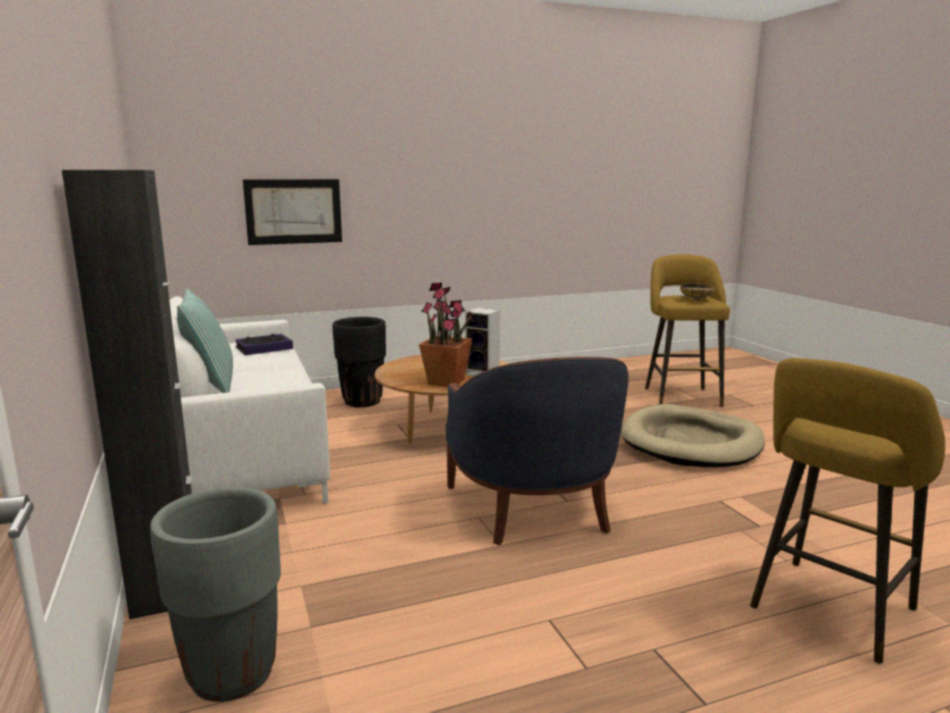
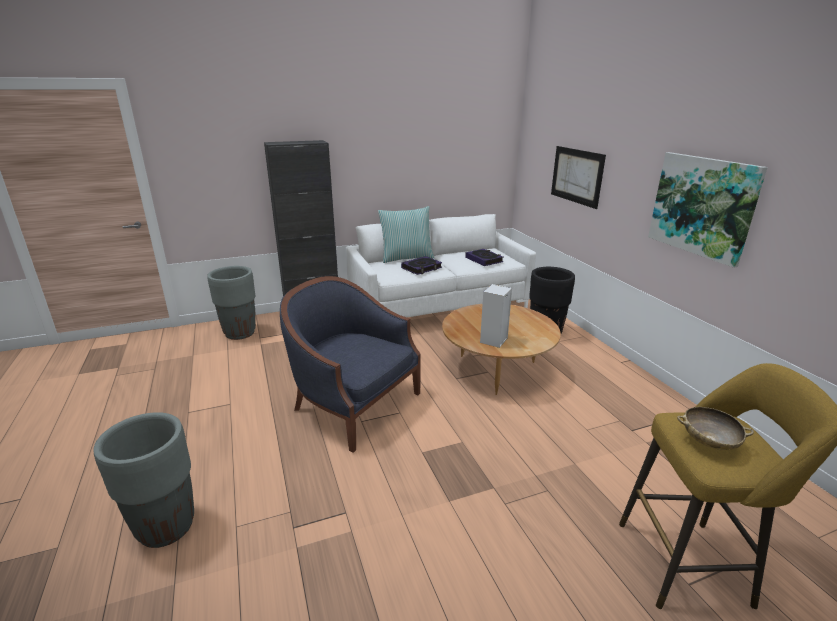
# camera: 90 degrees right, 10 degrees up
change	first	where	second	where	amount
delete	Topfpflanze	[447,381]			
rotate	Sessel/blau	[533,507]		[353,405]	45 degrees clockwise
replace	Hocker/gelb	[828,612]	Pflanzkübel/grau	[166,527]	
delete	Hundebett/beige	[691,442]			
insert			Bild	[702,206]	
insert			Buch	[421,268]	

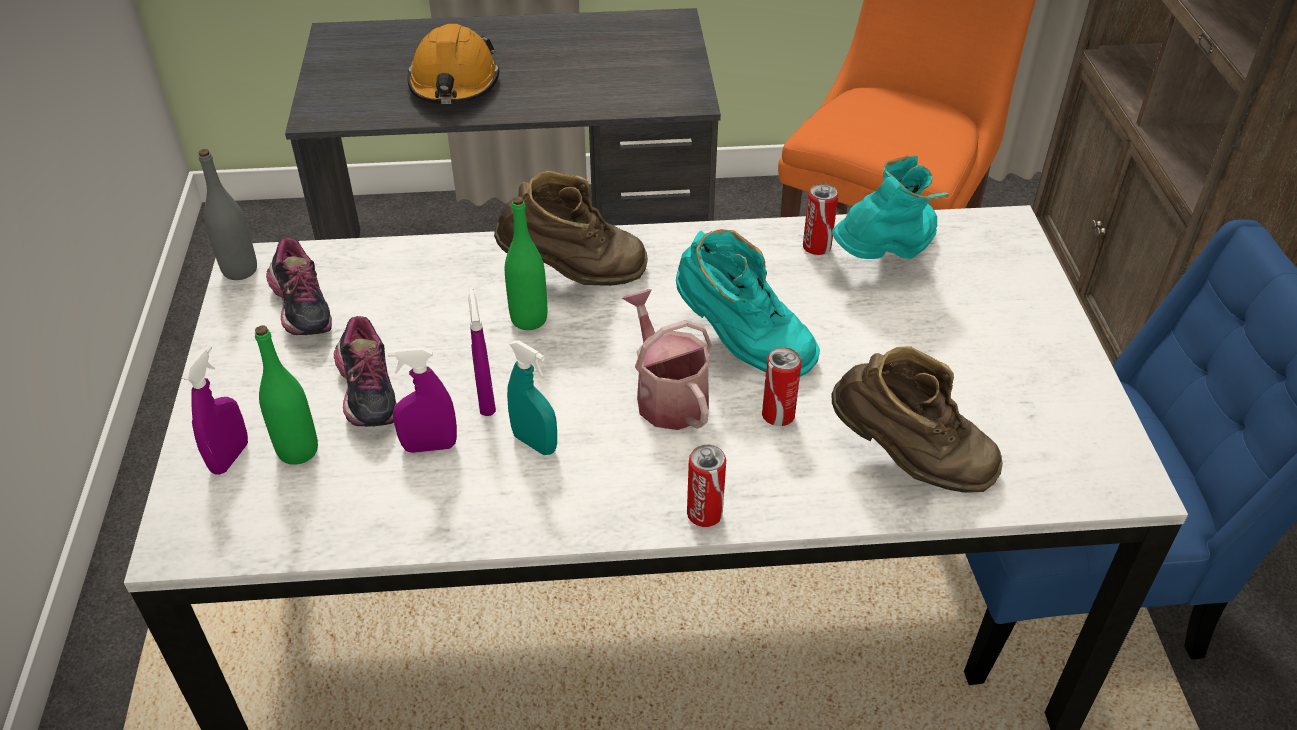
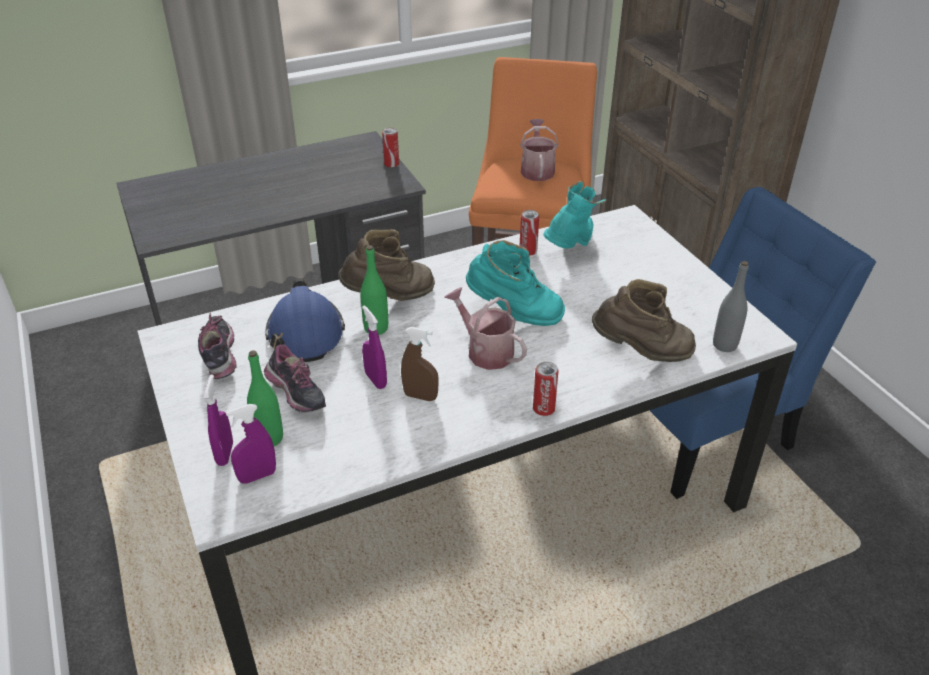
# camera: 20 degrees left, 5 degrees down
change	first	where	second	where	amount
delete	Schutzhelm/orange	[454,84]			
move	Flasche/grau	[240,270]		[724,345]	
rotate	Schuh	[301,311]		[221,357]	150 degrees counterclockwise
recolor	Sprühflasche/türkis	[535,443]	Sprühflasche/braun	[420,396]	
move	Sprühflasche/lila	[429,446]		[257,476]	
move	Dose	[778,415]		[391,164]	
insert			Gießkanne	[537,170]	
insert			Schutzhelm/blau	[305,333]	

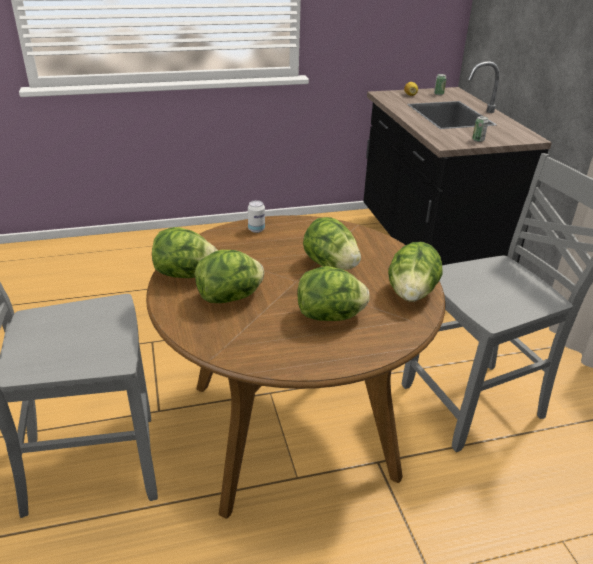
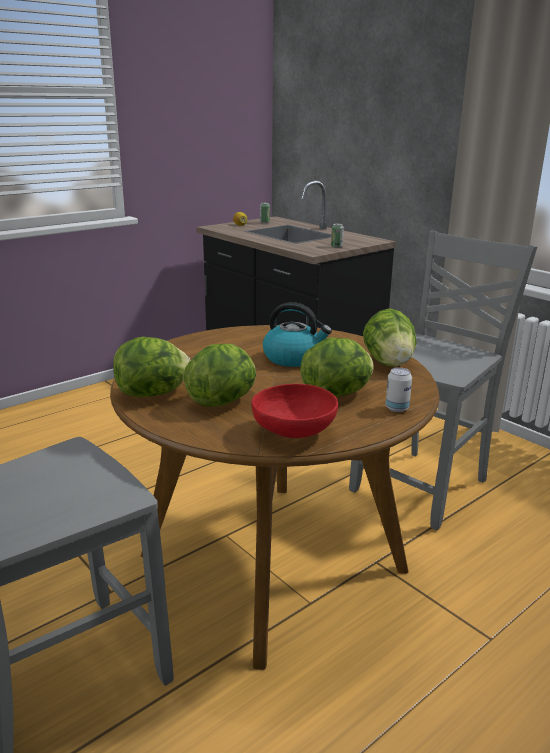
# camera: 25 degrees left, 10 degrees down
change	first	where	second	where	amount
move	Dose	[256,229]		[397,408]	
replace	Salatkopf	[330,265]	Wasserkessel	[294,358]	
insert			Schüssel/rot	[294,433]	

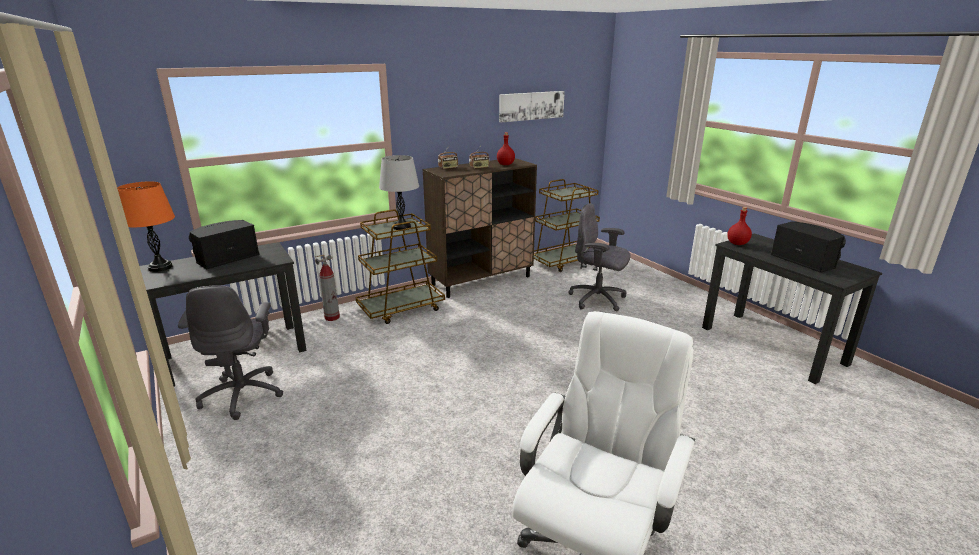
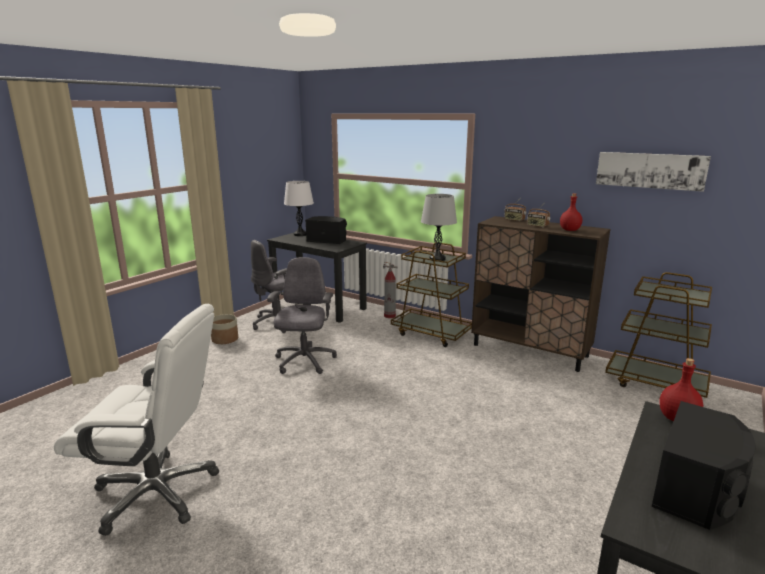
# camera: 65 degrees right, 5 degrees down
change	first	where	second	where	amount
recolor	Tischlampe/orange	[160,267]	Tischlampe/weiß	[300,234]	
move	Bürostuhl/grau	[598,300]		[304,362]	
insert			Pflanzkübel	[225,339]	

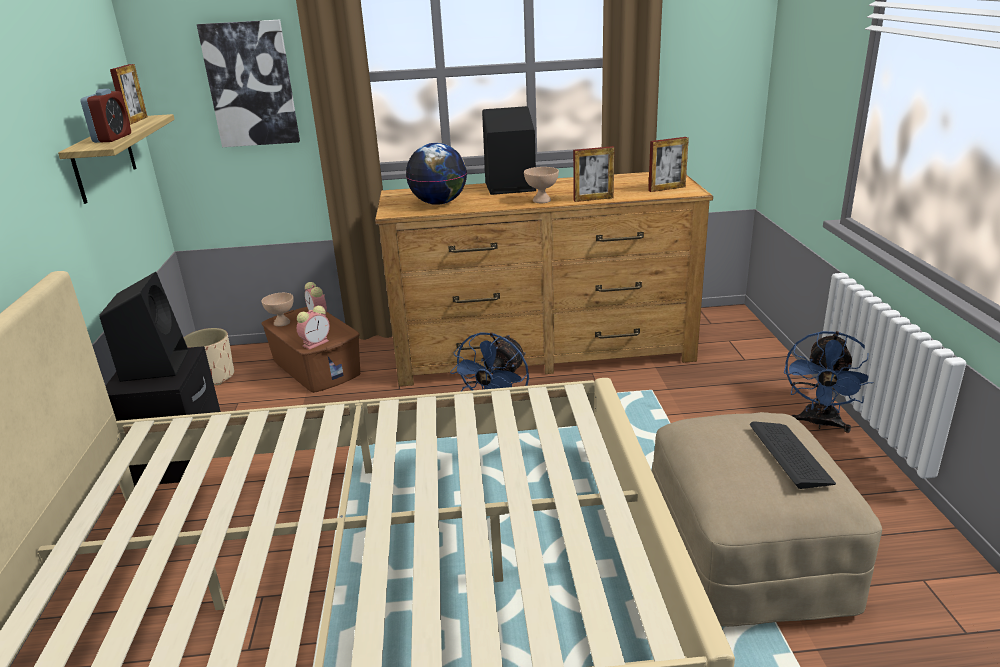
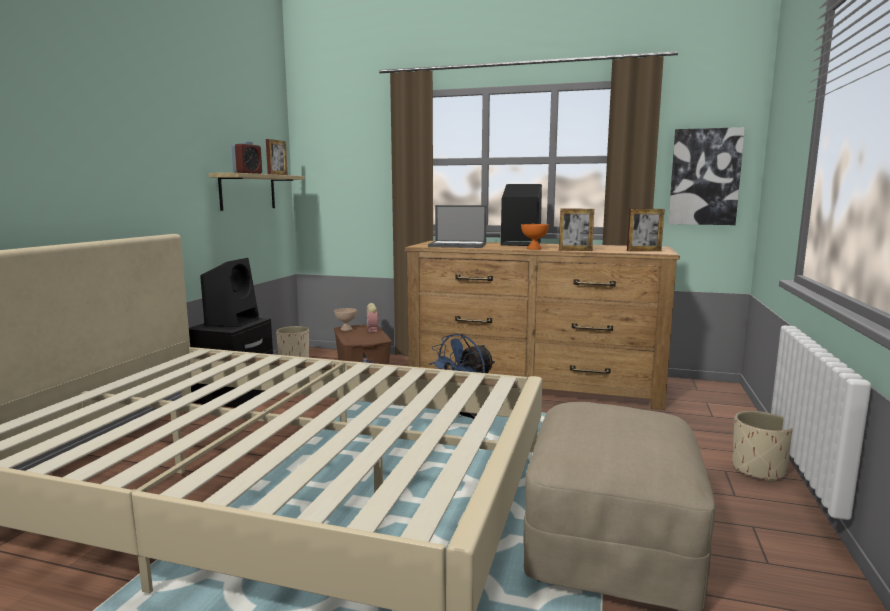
# camera: 20 degrees right, 15 degrees down
change	first	where	second	where	amount
move	Bild	[251,84]		[704,177]	
replace	Globus	[439,203]	Laptop	[458,245]	
recolor	Schüssel/beige	[541,200]	Schüssel/orange	[534,248]	
delete	Wecker	[316,343]			
replace	Ventilator/blau	[820,424]	Pflanzkübel/beige	[759,470]	
delete	Tastatur	[790,455]			

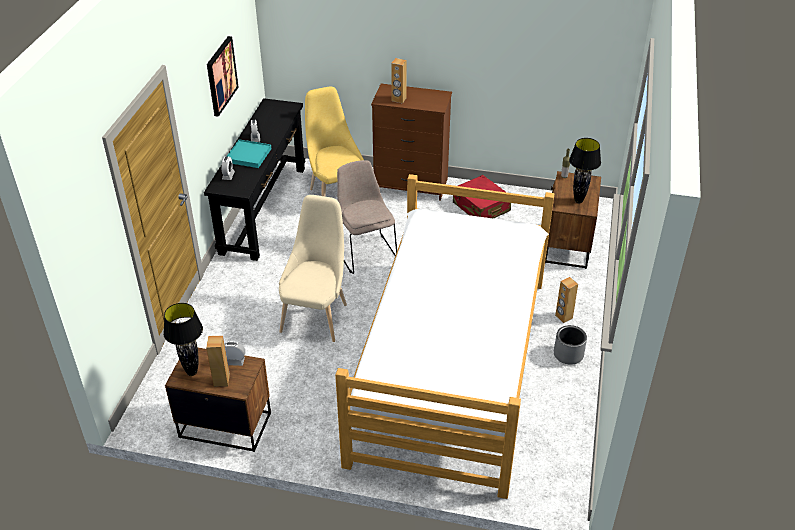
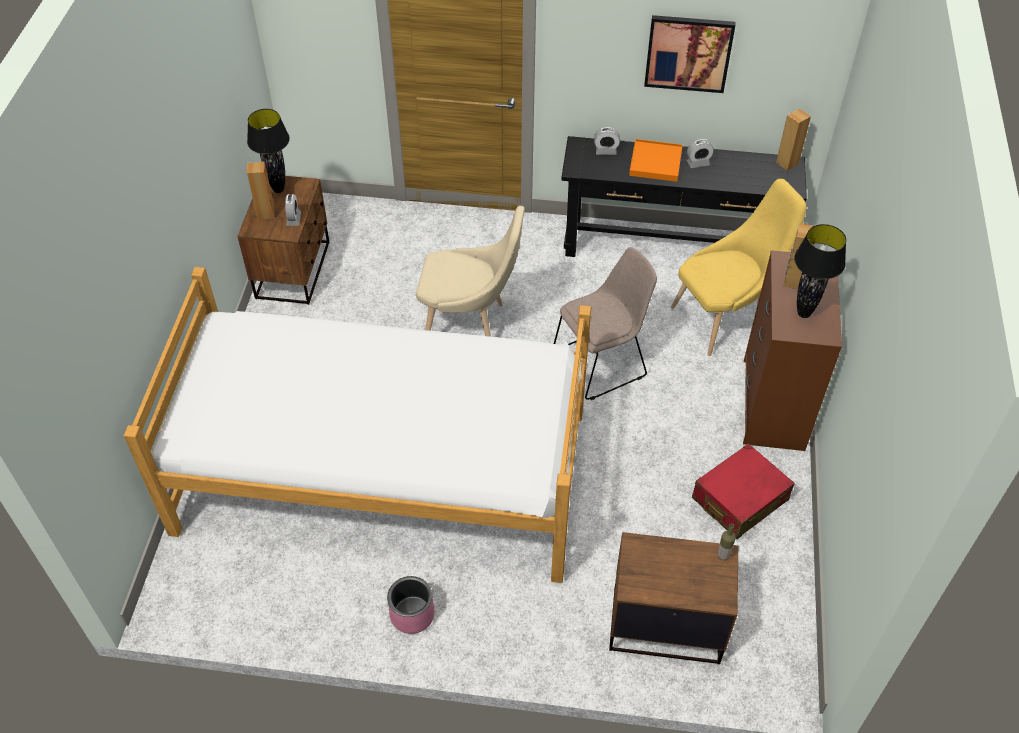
# camera: 85 degrees right, 10 degrees up
change	first	where	second	where	amount
move	Tischlampe/schwarz	[578,201]		[804,313]	
recolor	Tablett/türkis	[248,155]	Tablett/orange	[655,163]	
move	Lautsprecher/braun	[563,317]		[787,163]	
recolor	Pflanzkübel/grau	[568,354]	Pflanzkübel/rosa	[412,614]	

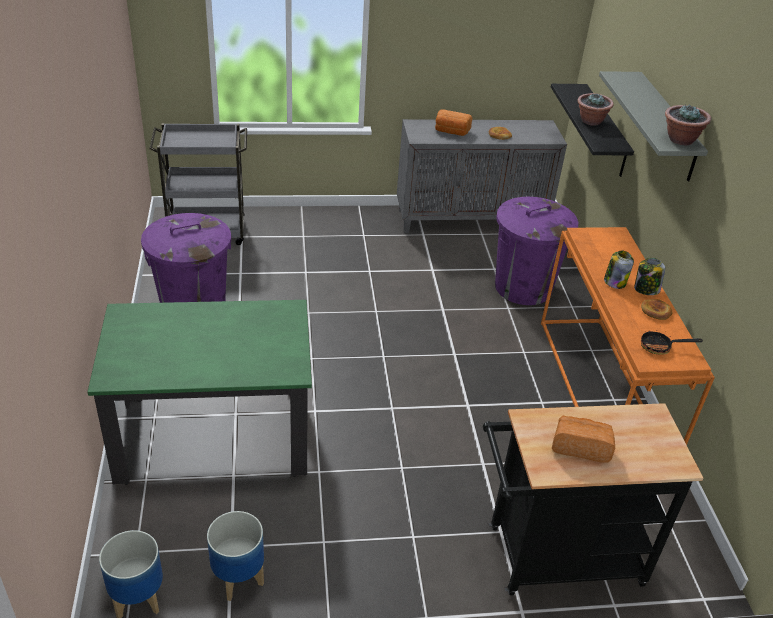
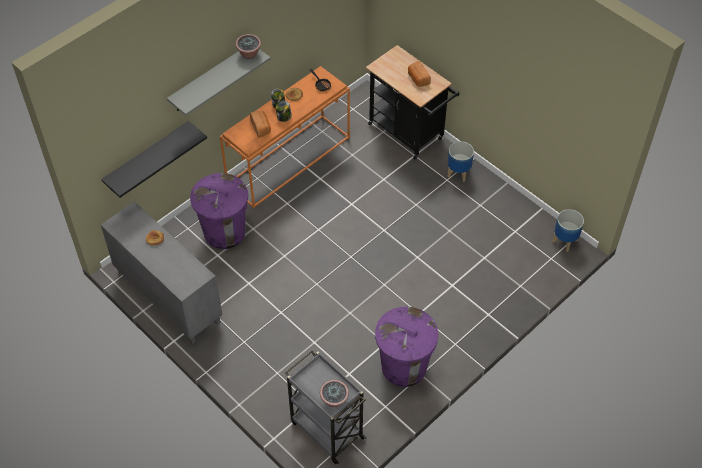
# camera: 125 degrees left, 15 degrees up
change	first	where	second	where	amount
move	Topfpflanze	[591,121]		[334,400]	
move	Brot	[451,132]		[261,128]	
delete	Esstisch/grün	[214,436]			
move	Pflanzkübel	[237,578]		[459,173]	

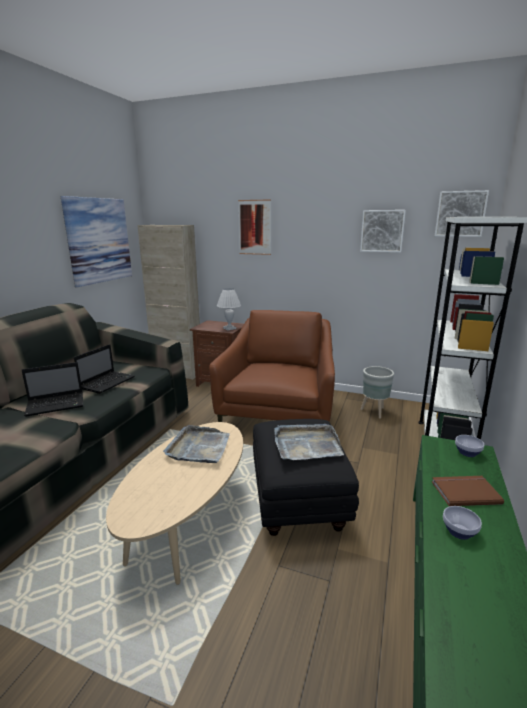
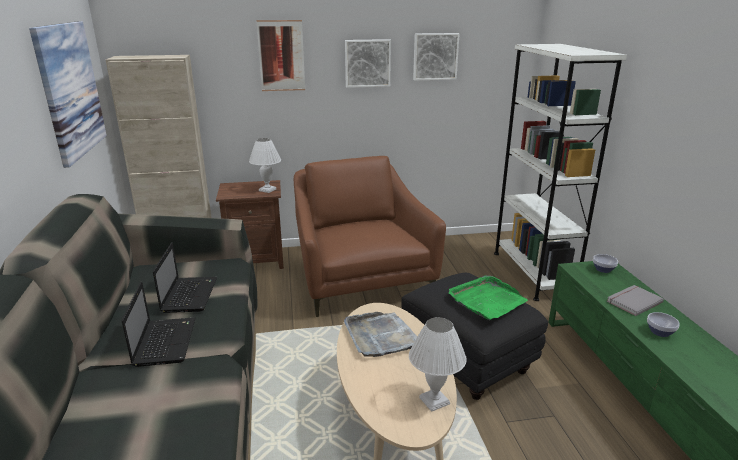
# camera: 30 degrees left, 5 degrees up
change	first	where	second	where	amount
move	Bild	[460,214]		[367,63]	
rotate	Laptop	[57,404]		[165,341]	45 degrees counterclockwise
delete	Pflanzkübel/grau	[375,412]			
recolor	Tablett/grau	[306,444]	Tablett/grün	[487,300]	
recolor	Buch/braun	[464,491]	Buch/grau	[632,301]	
insert			Tischlampe/weiß	[434,401]	

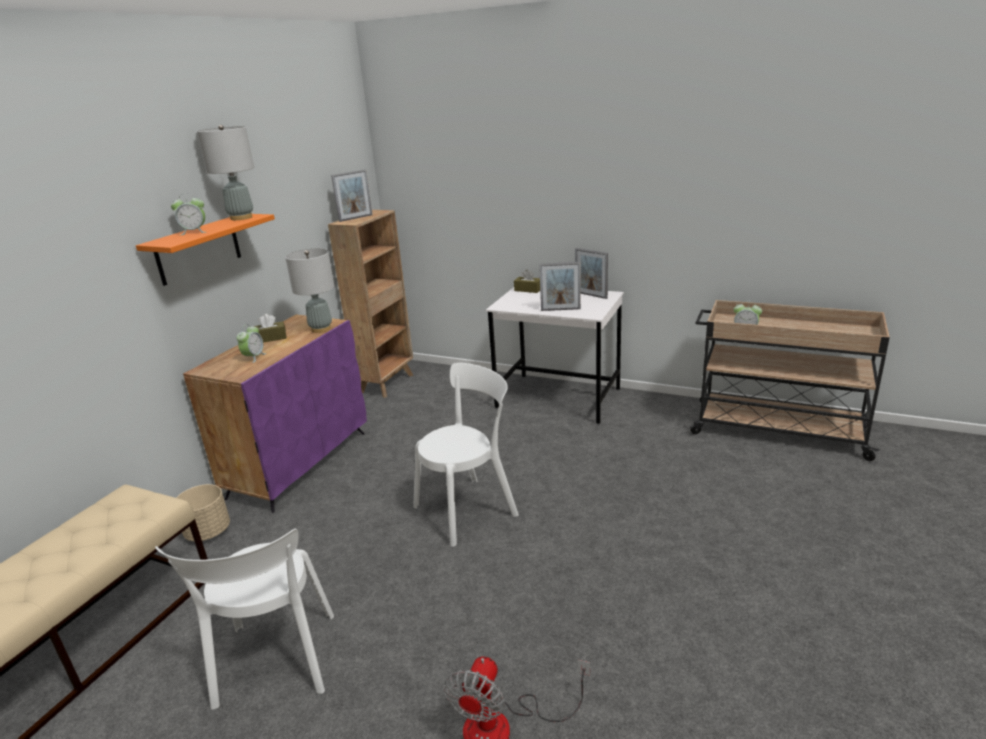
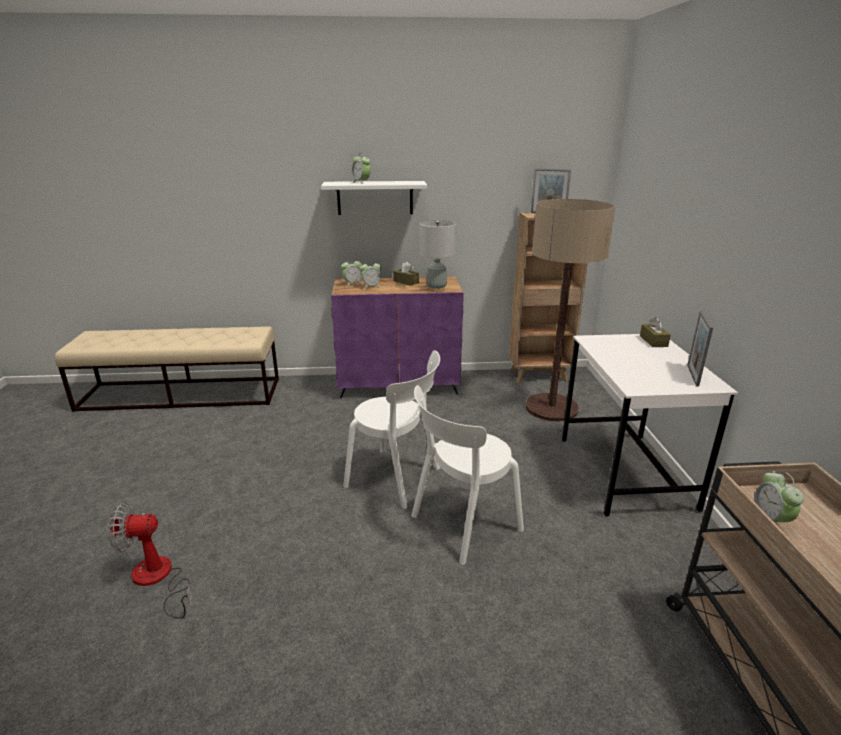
# camera: 60 degrees right, 0 degrees up
change	first	where	second	where	amount
delete	Tischlampe/grau	[241,218]			
recolor	Wandregal/orange	[198,249]	Wandregal/weiß	[375,198]	
delete	Bilderrahmen	[560,309]			
delete	Pflanzkübel/beige	[207,532]			
move	Stuhl/weiß	[275,664]		[462,524]	
insert			Stehlampe	[551,408]	
insert			Wecker	[352,284]	

